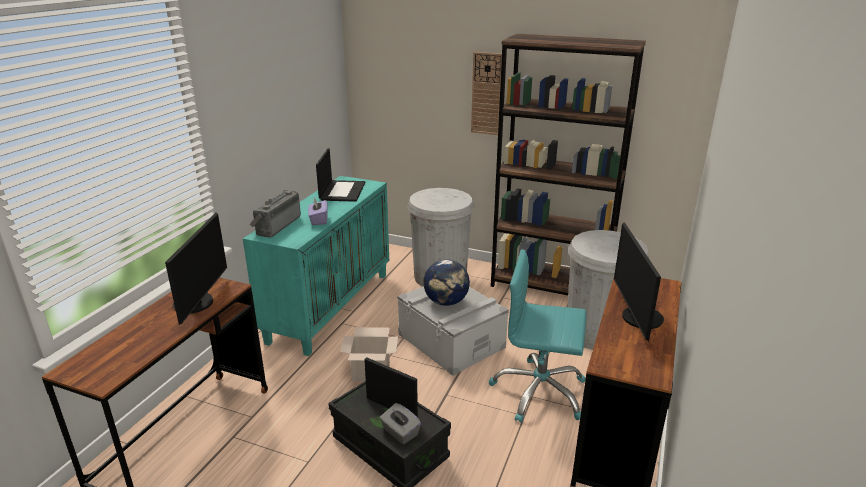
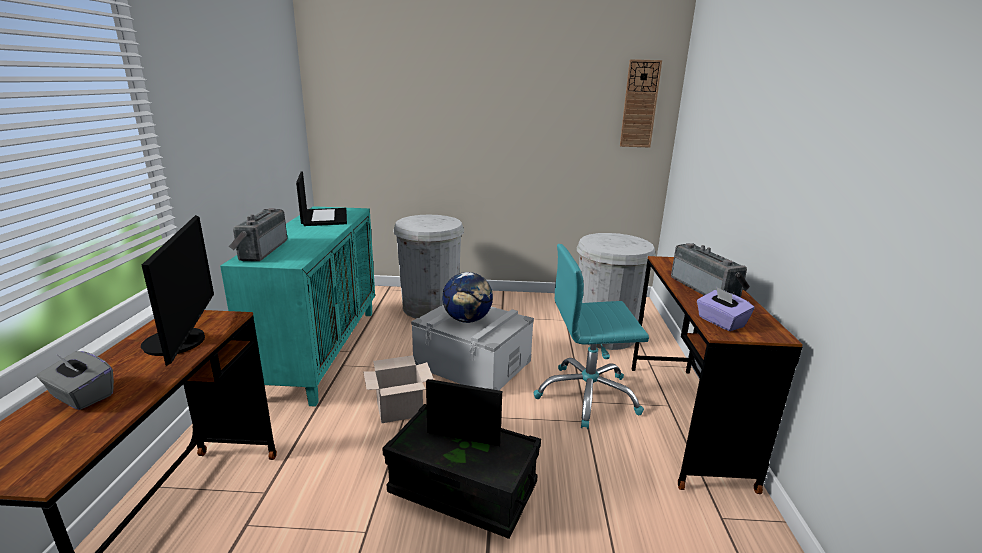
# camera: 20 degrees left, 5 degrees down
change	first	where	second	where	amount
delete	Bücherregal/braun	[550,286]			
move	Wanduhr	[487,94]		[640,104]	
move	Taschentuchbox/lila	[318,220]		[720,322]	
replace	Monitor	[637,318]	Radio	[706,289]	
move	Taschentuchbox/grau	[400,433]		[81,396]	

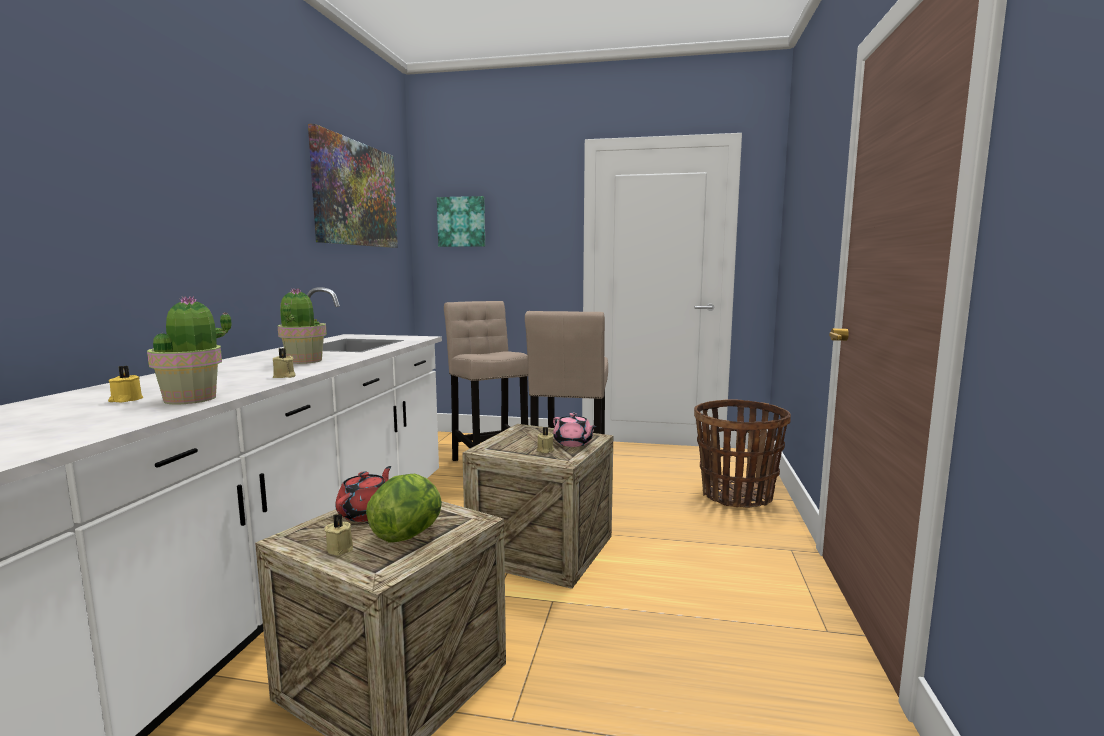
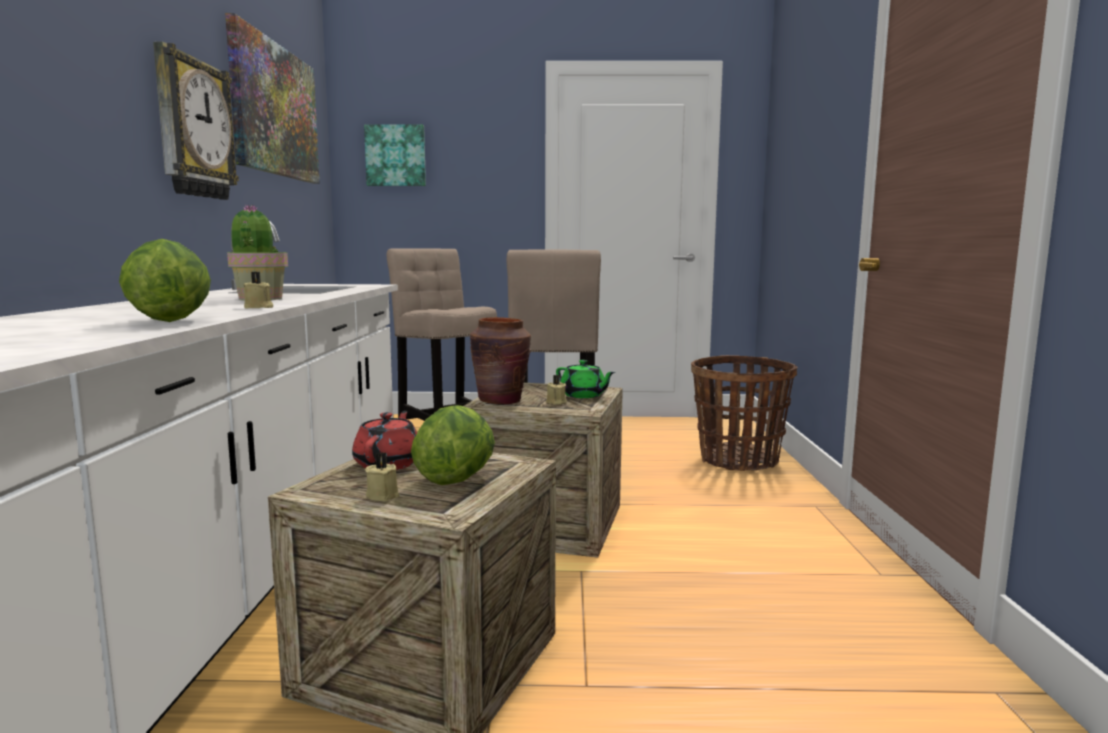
# camera: 10 degrees left, 0 degrees up
change	first	where	second	where	amount
replace	Topfpflanze	[192,399]	Salatkopf	[170,321]	
delete	Kerze/gelb	[125,400]			
recolor	Teekanne/rosa	[573,443]	Teekanne/grün	[583,395]	
insert			Wanduhr	[192,128]	
insert			Vase/braun	[500,400]	

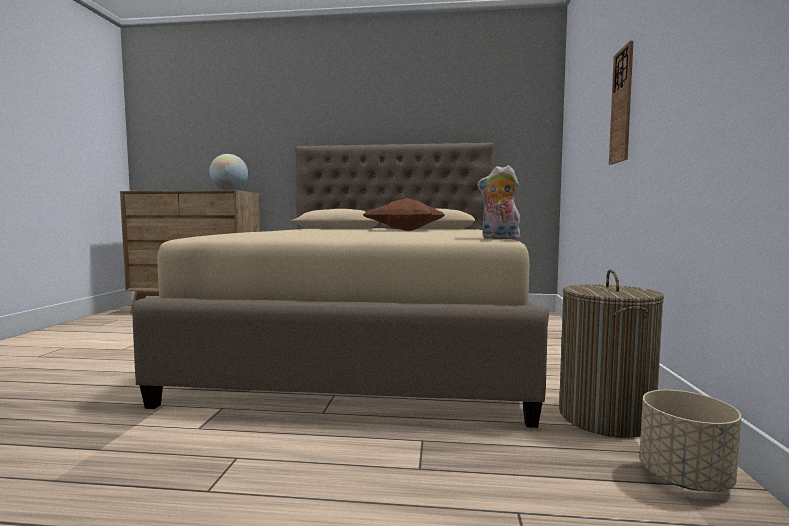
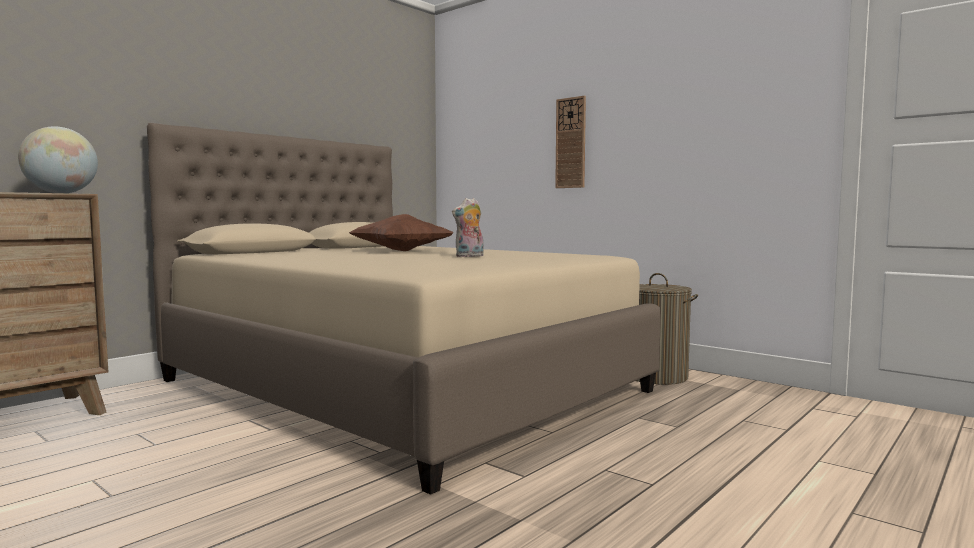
# camera: 55 degrees left, 0 degrees up
change	first	where	second	where	amount
move	Plüschtier	[499,238]		[469,256]	
delete	Pflanzkübel/beige	[685,479]			

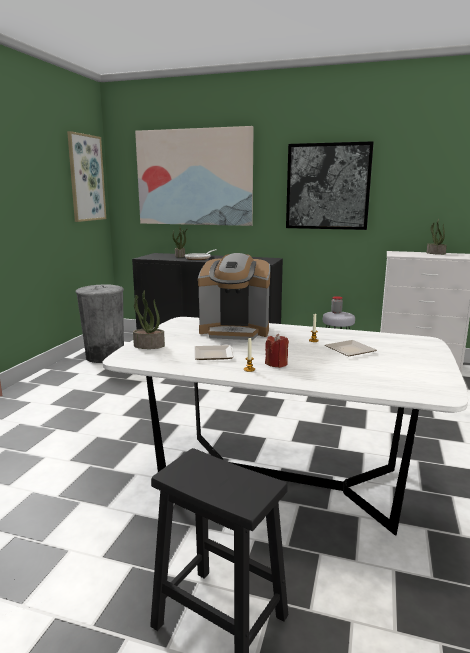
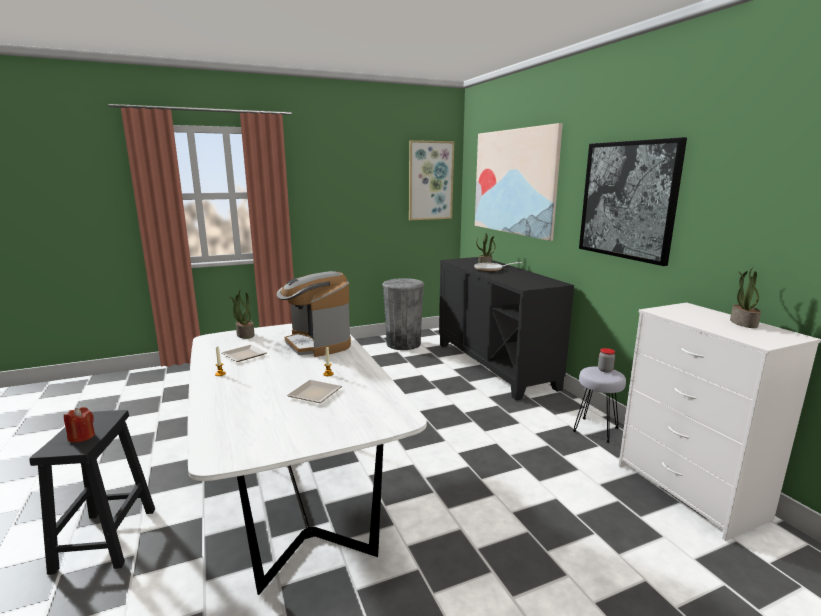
# camera: 50 degrees right, 0 degrees up
change	first	where	second	where	amount
move	Kerze/rot	[276,364]		[82,437]	

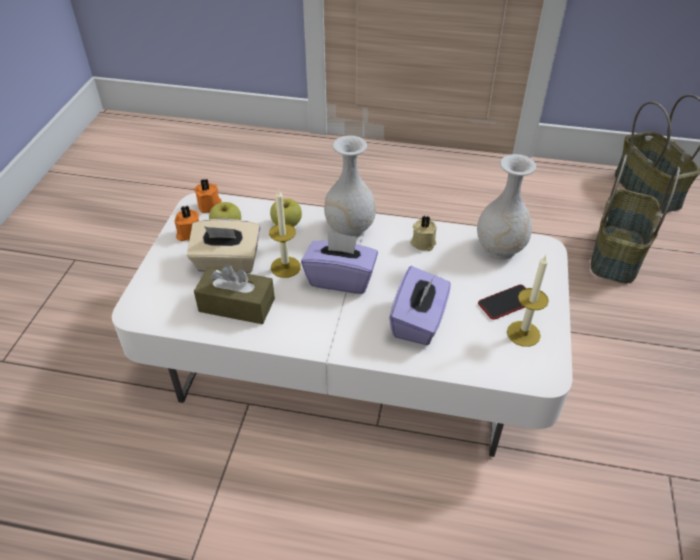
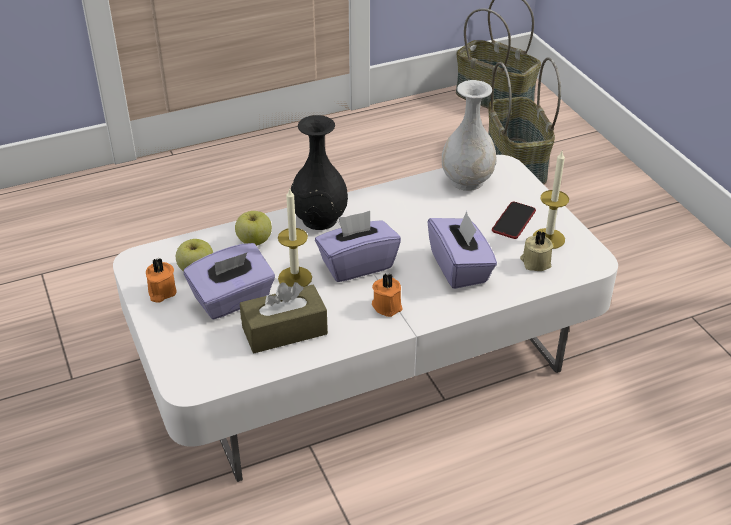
# camera: 35 degrees left, 5 degrees down
change	first	where	second	where	amount
recolor	Vase/weiß	[349,228]	Vase/schwarz	[319,219]	
move	Kerze/orange	[210,205]		[387,305]	
move	Kerze/beige	[423,242]		[535,262]	
recolor	Taschentuchbox/beige	[227,263]	Taschentuchbox/lila	[233,300]	

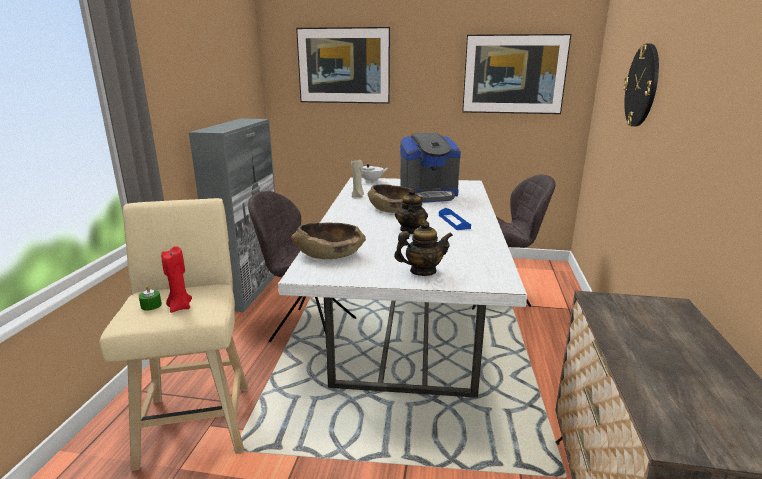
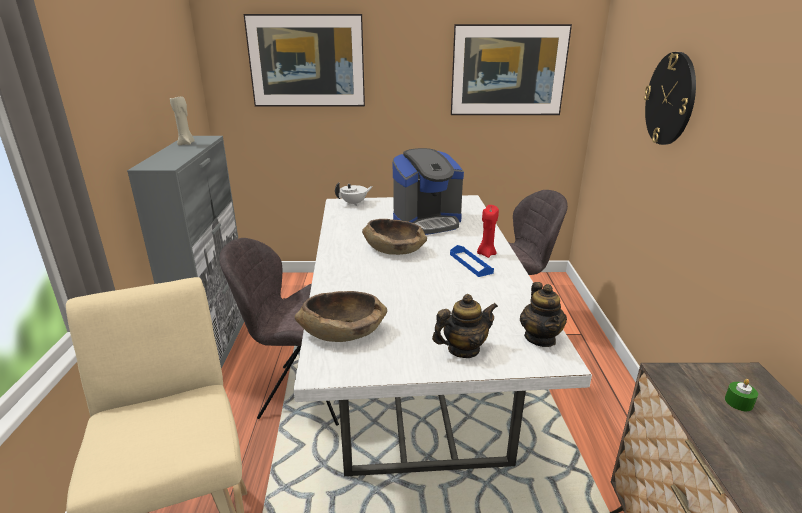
# camera: 10 degrees left, 5 degrees up
change	first	where	second	where	amount
move	Kerze/beige	[358,196]		[186,144]	
move	Teekanne	[411,230]		[540,338]	
move	Kerze/rot	[180,307]		[486,254]	
move	Kerze/grün	[151,305]		[738,402]	

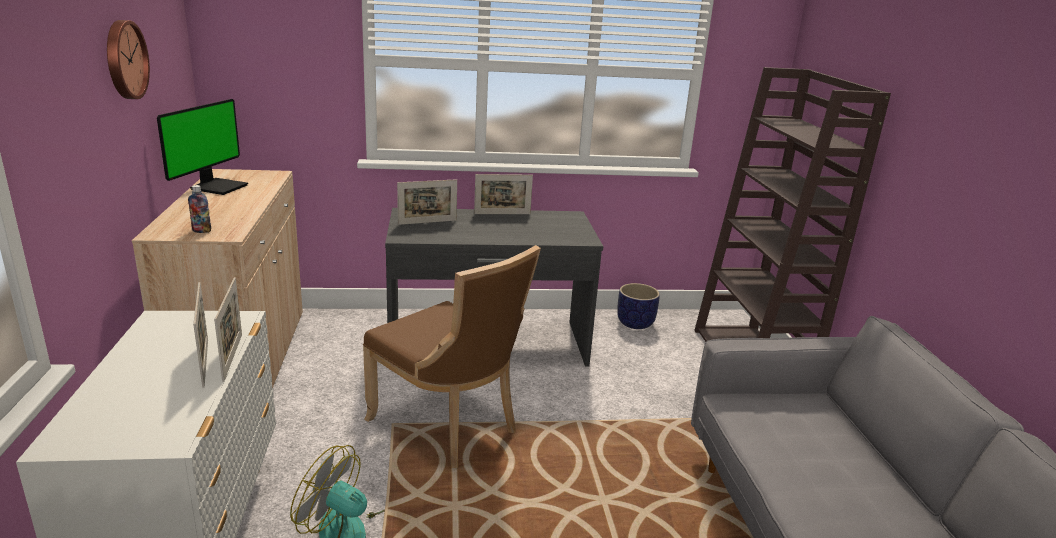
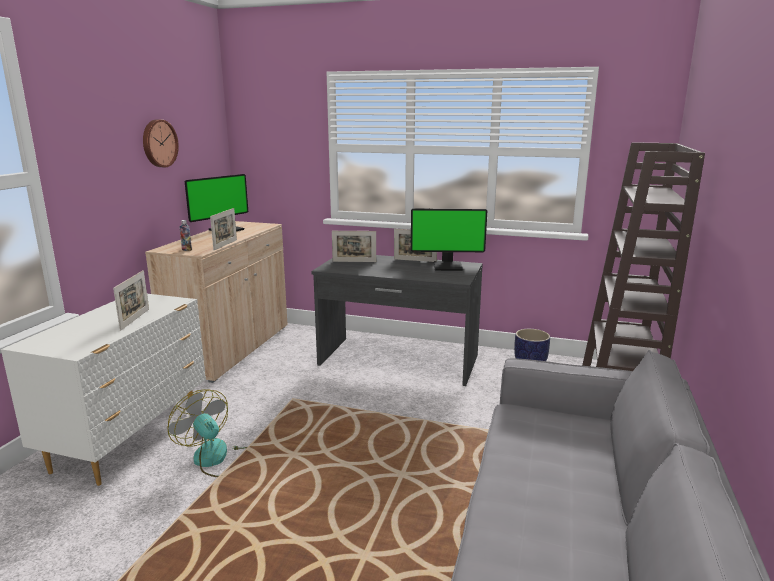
# camera: 25 degrees right, 5 degrees down
change	first	where	second	where	amount
delete	Stuhl/braun	[449,426]			
move	Bilderrahmen	[232,357]		[225,245]	
insert			Monitor	[448,266]	

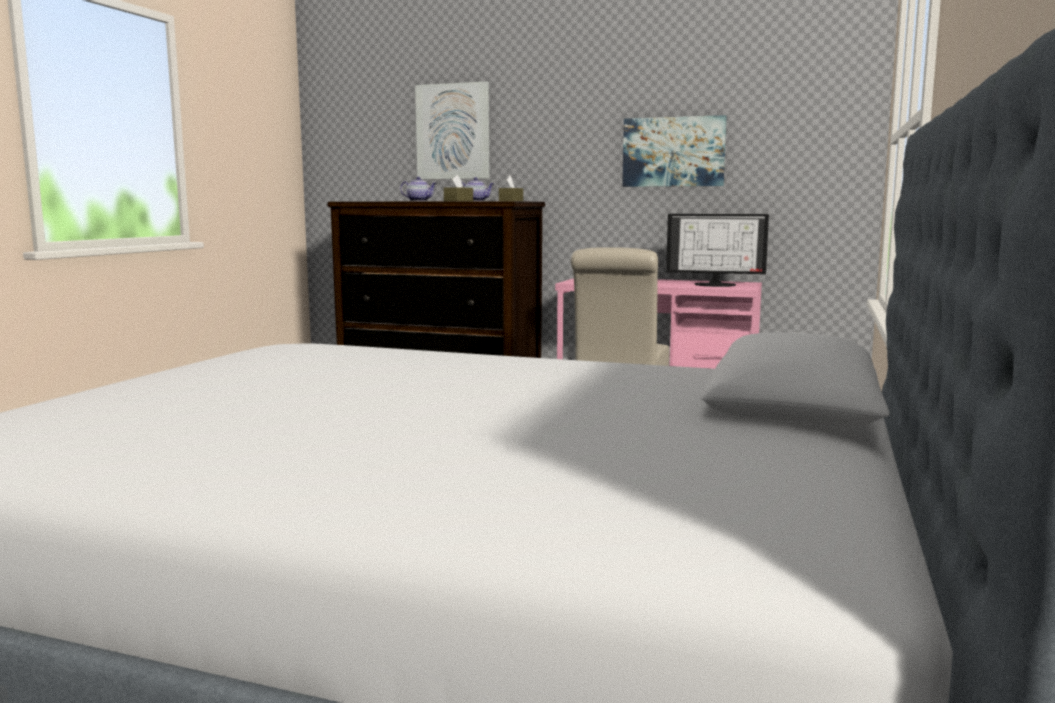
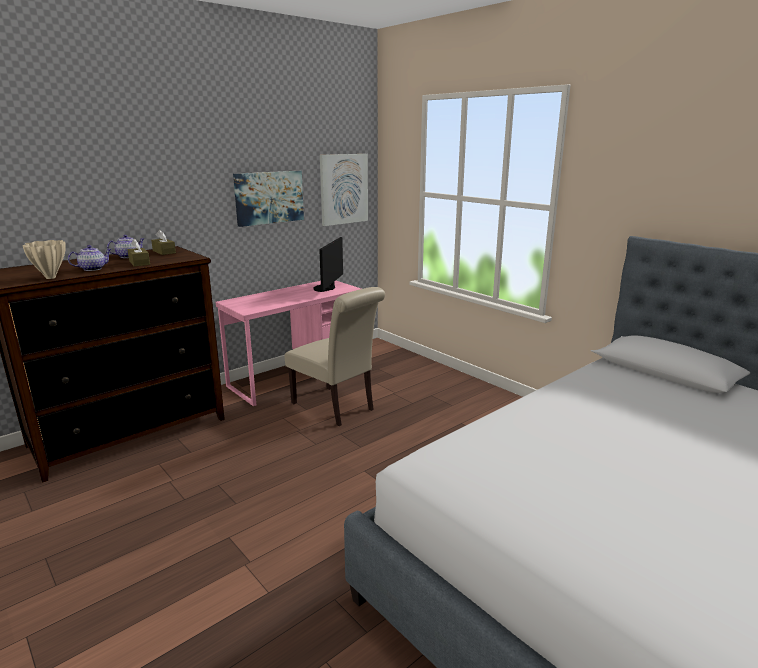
# camera: 60 degrees left, 10 degrees up
change	first	where	second	where	amount
move	Bild	[453,132]		[343,189]	
rotate	Monitor	[715,284]		[326,288]	150 degrees clockwise
insert			Vase/beige	[51,277]	

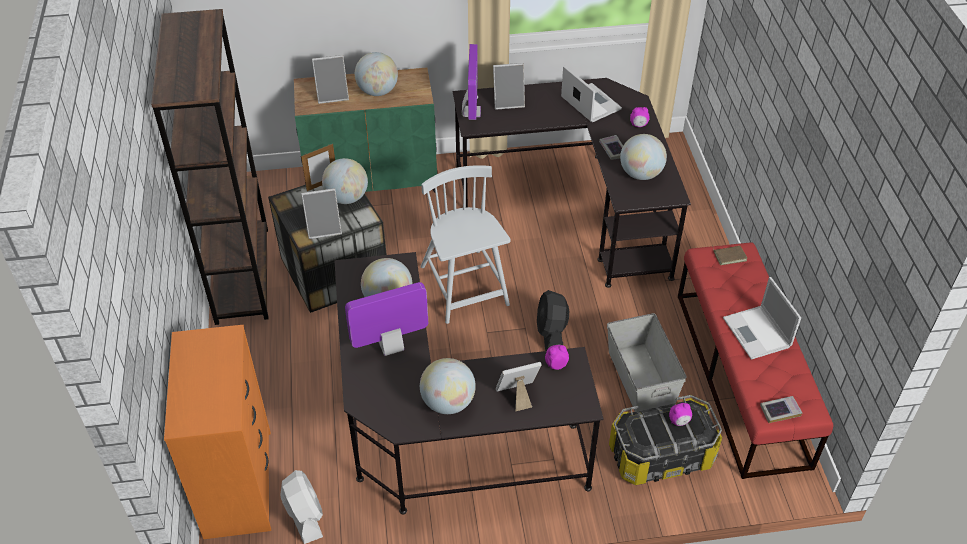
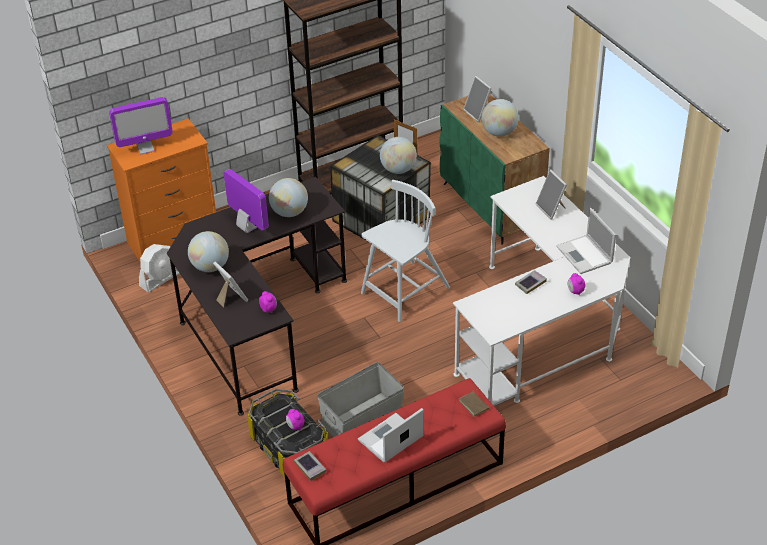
# camera: 70 degrees right, 5 degrees down
change	first	where	second	where	amount
move	Monitor	[471,112]		[145,148]	
rotate	Laptop	[590,103]		[585,255]	120 degrees clockwise
recolor	Schreibtisch/schwarz	[576,205]	Schreibtisch/weiß	[542,330]	
delete	Globus	[641,174]			
delete	Bilderrahmen	[324,228]			
delete	Ventilator/schwarz	[551,333]			

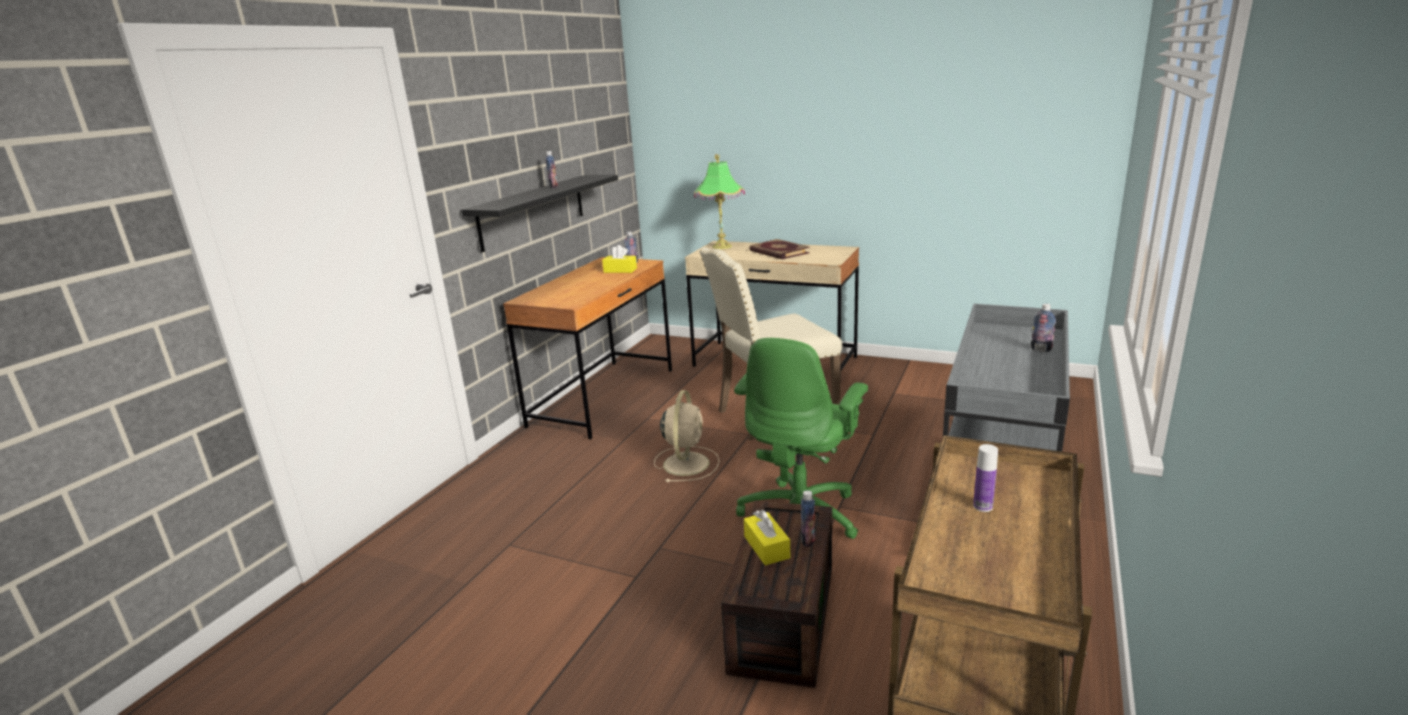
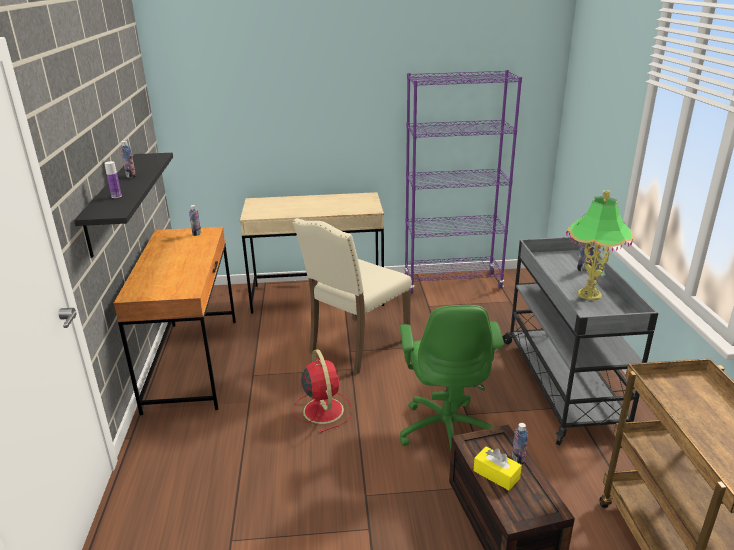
# camera: 30 degrees left, 5 degrees up
change	first	where	second	where	amount
move	Tischlampe	[721,246]		[589,294]	
delete	Buch	[778,252]			
delete	Taschentuchbox/gelb	[620,270]			
recolor	Ventilator/beige	[686,463]	Ventilator/rot	[322,409]	
move	Flasche	[982,506]		[116,196]	
insert			Bücherregal/lila	[452,283]	

